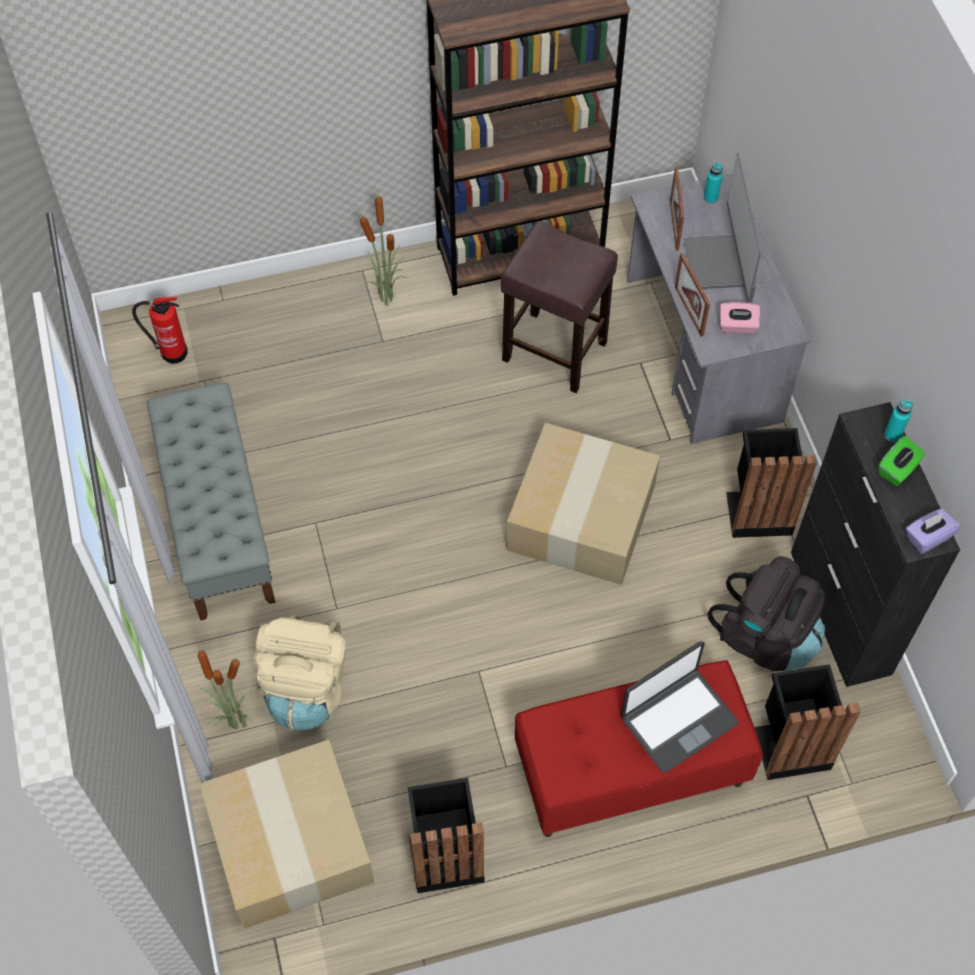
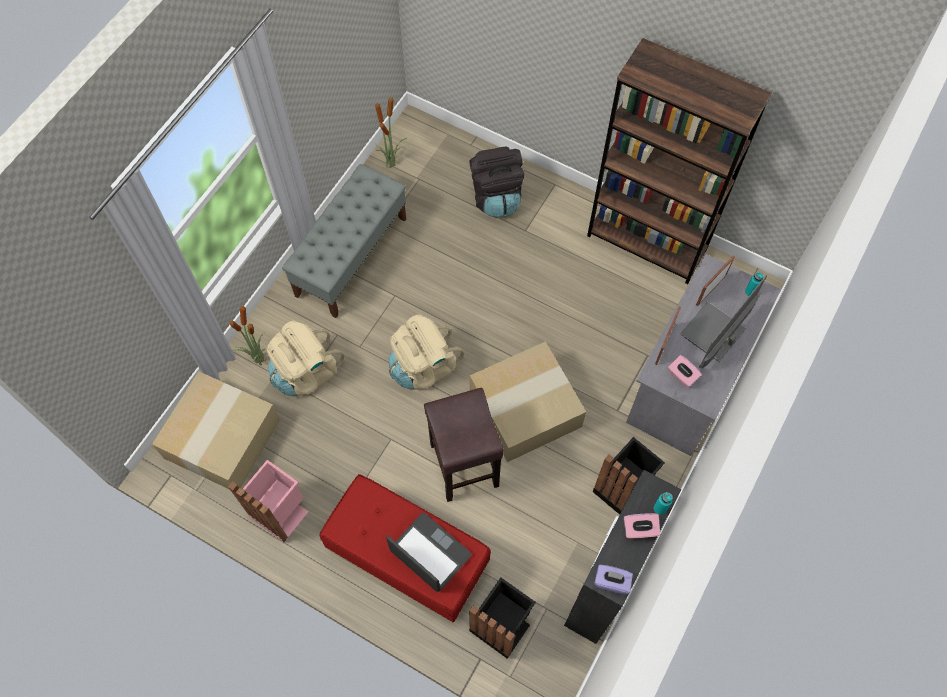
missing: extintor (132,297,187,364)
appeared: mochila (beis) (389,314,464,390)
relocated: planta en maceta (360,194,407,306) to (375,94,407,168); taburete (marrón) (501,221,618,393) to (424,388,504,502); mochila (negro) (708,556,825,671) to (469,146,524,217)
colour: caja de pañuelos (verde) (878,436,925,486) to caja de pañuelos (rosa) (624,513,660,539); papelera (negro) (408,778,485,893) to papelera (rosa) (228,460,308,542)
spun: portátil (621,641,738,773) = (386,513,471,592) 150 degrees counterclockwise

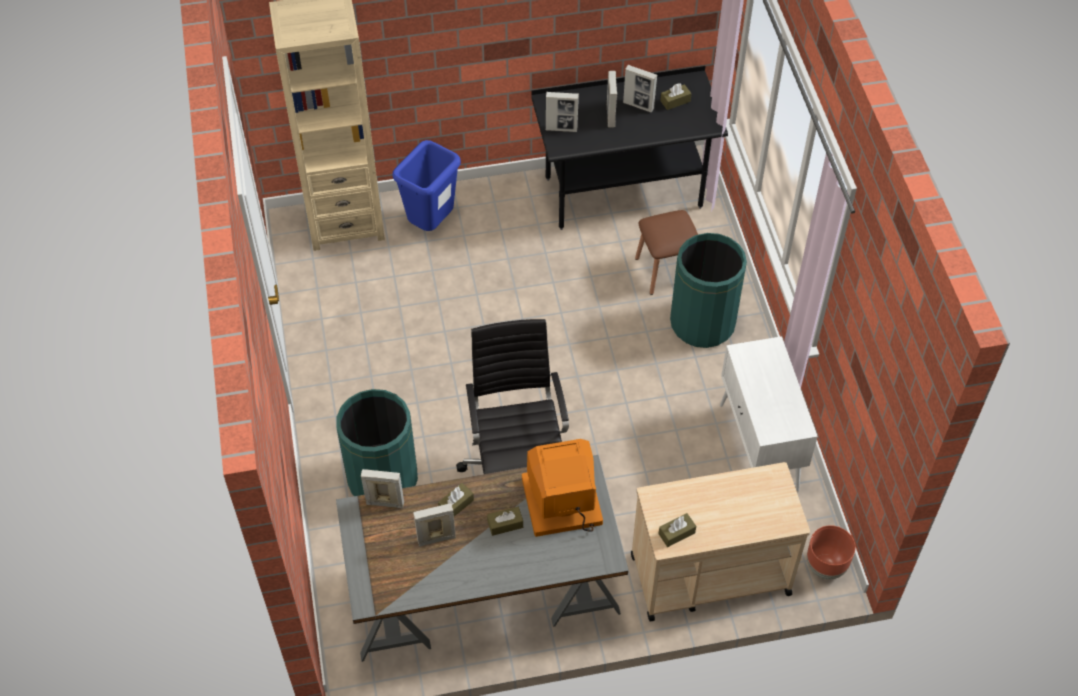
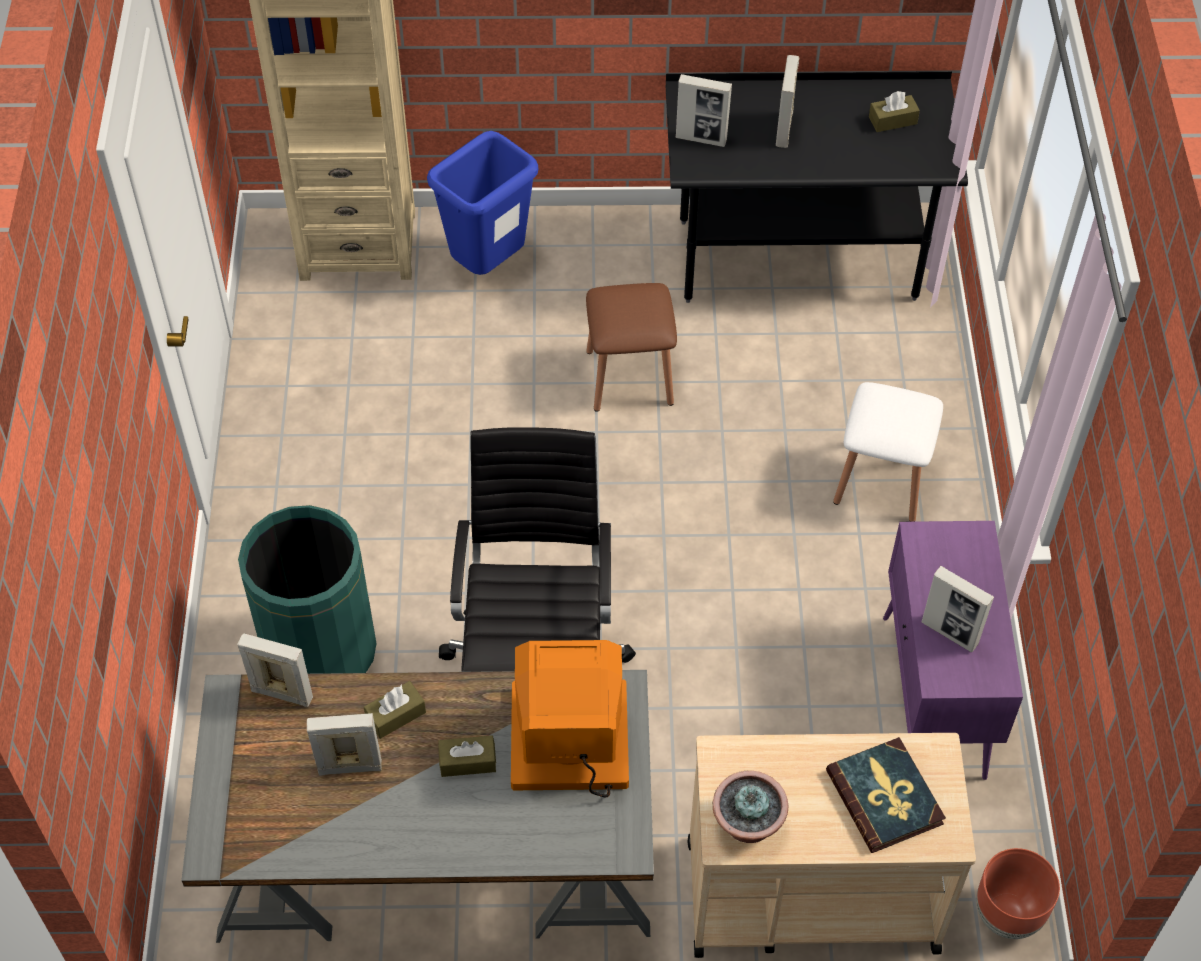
appeared: libro (826,737,946,853)
relocated: portarretratos (623,65,657,112) to (921,566,994,652); taburete (marrón) (635,210,698,295) to (586,283,677,412)
exchanged: papelera (verde) (670,233,747,348) to taburete (blanco) (833,382,943,522); caja de pañuelos (marrón) (659,513,696,547) to planta en maceta (713,771,788,843)
colour: armario (blanco) (720,336,818,491) to armario (morado) (883,521,1023,780)

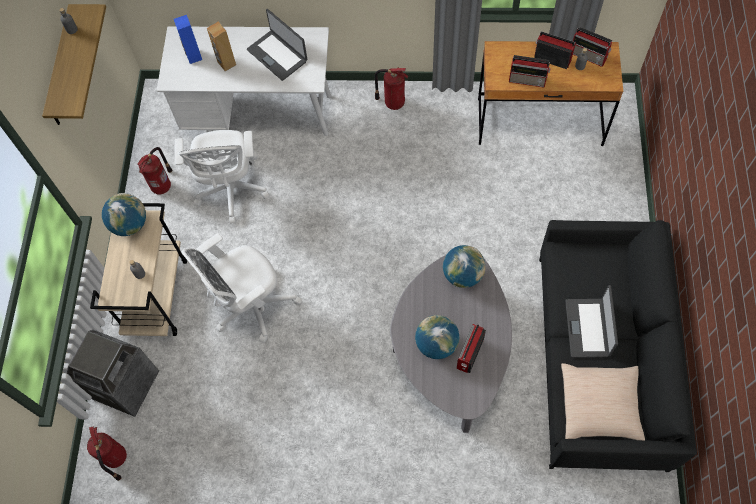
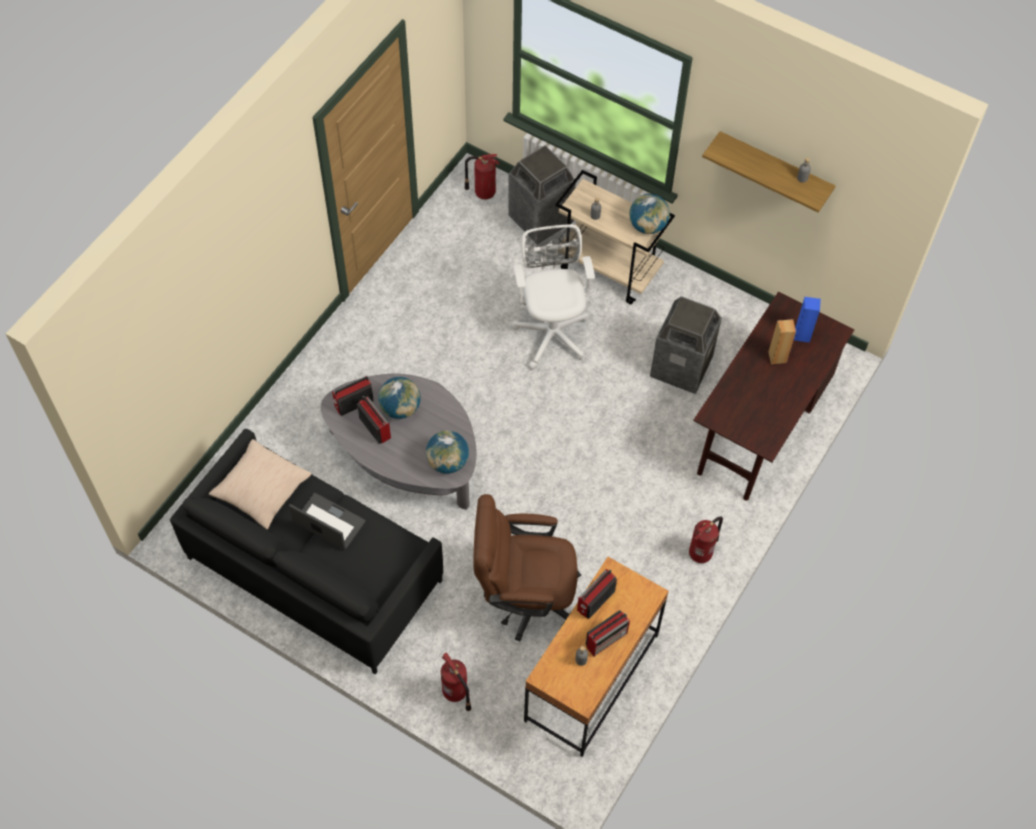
missing: portátil (247,9,308,81)
appeared: silla de oficina (marrón) (473,494,581,641)
relocated: radio (573,27,612,67) to (332,376,374,416); extintor (137,147,172,194) to (441,652,471,711)
exchanged: silla de oficina (blanco) (175,130,270,224) to papelera (650,296,722,394)
colour: escritorio (blanco) (157,26,331,136) to escritorio (marrón) (693,292,855,501)

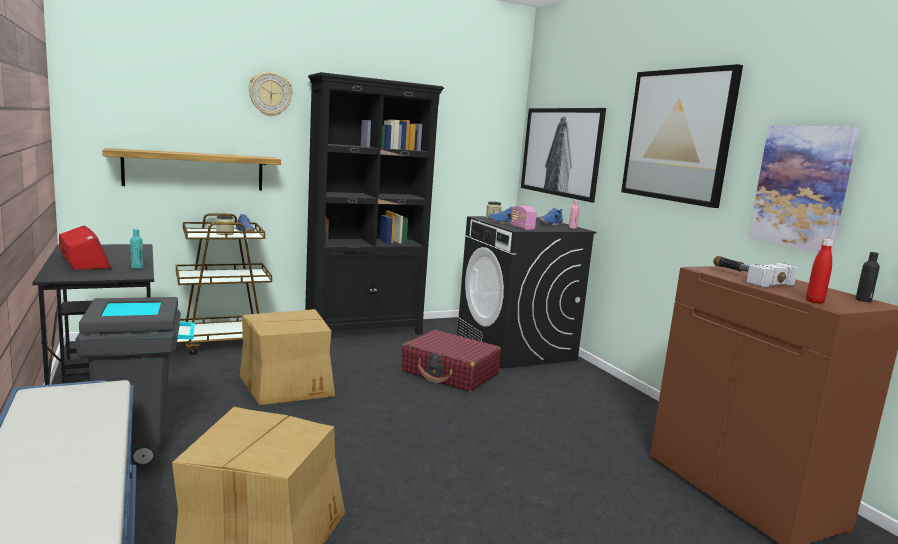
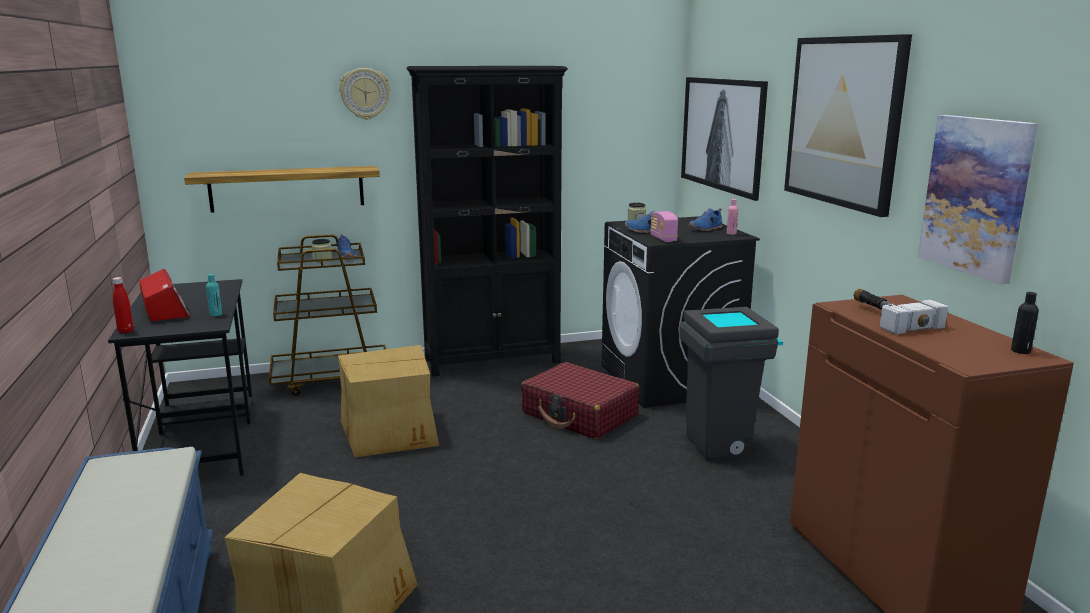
relocated: botella (rojo) (806,239,834,304) to (112,277,134,333); papelera (gris) (75,297,195,466) to (679,307,783,460)

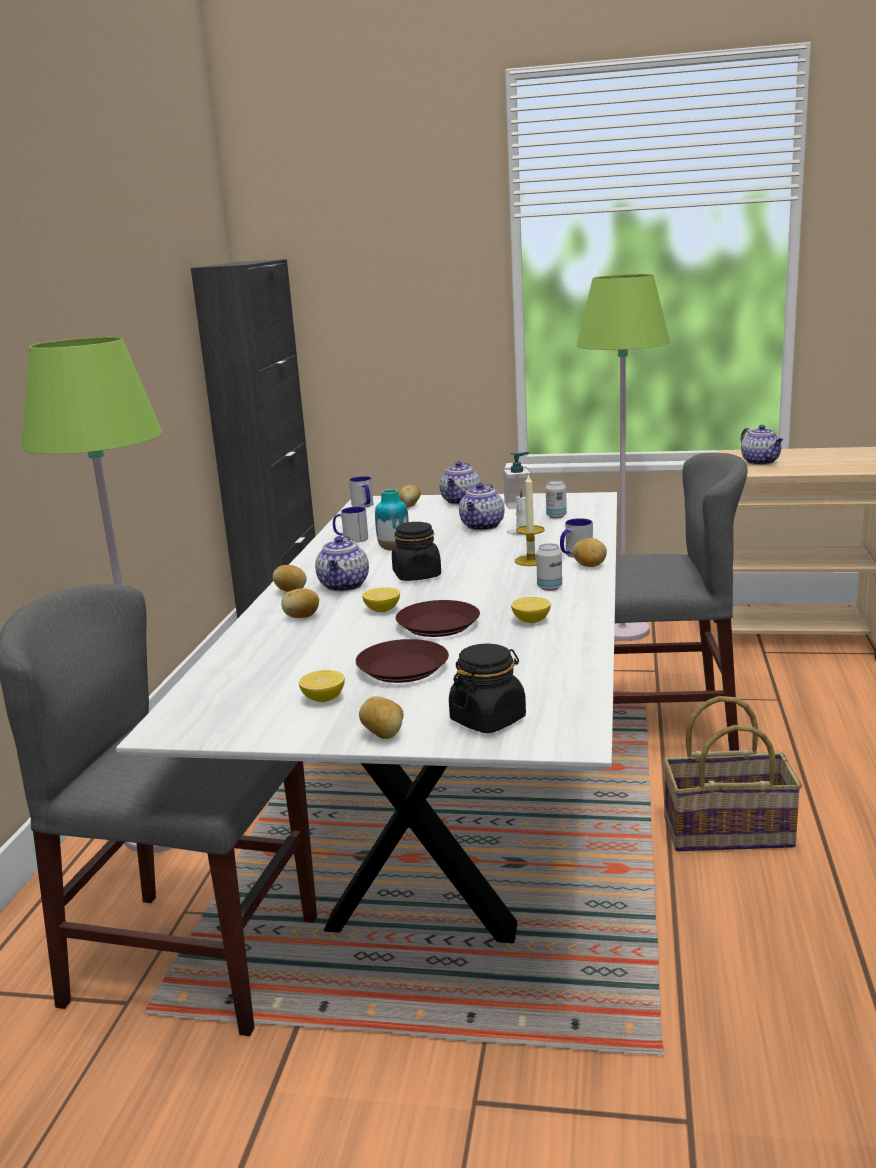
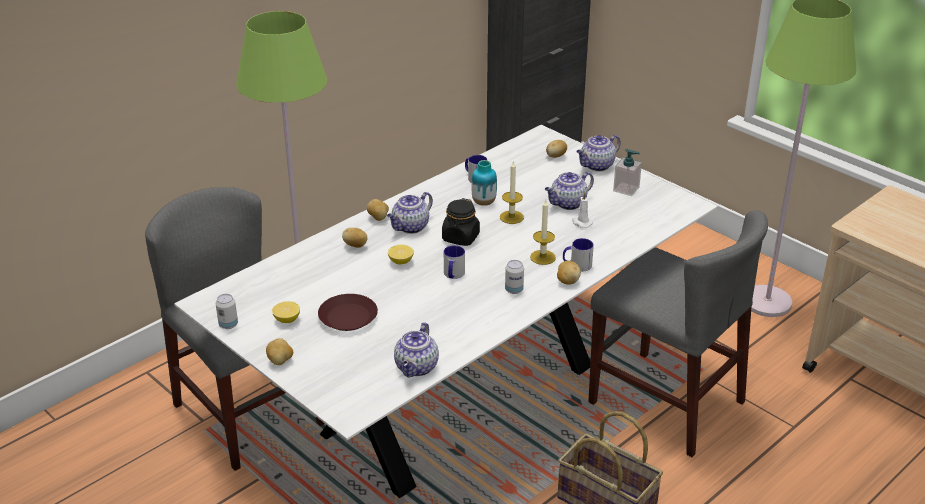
missing: limón (511,597,551,623); plato (marrón) (396,600,480,637); tarro (negro) (449,643,526,733)
appeared: vela (500,160,524,224)
relocated: tetera (741,425,783,465) to (394,322,439,377); taza grande (349,476,373,508) to (444,245,465,279); lata (546,480,567,519) to (216,294,238,329)

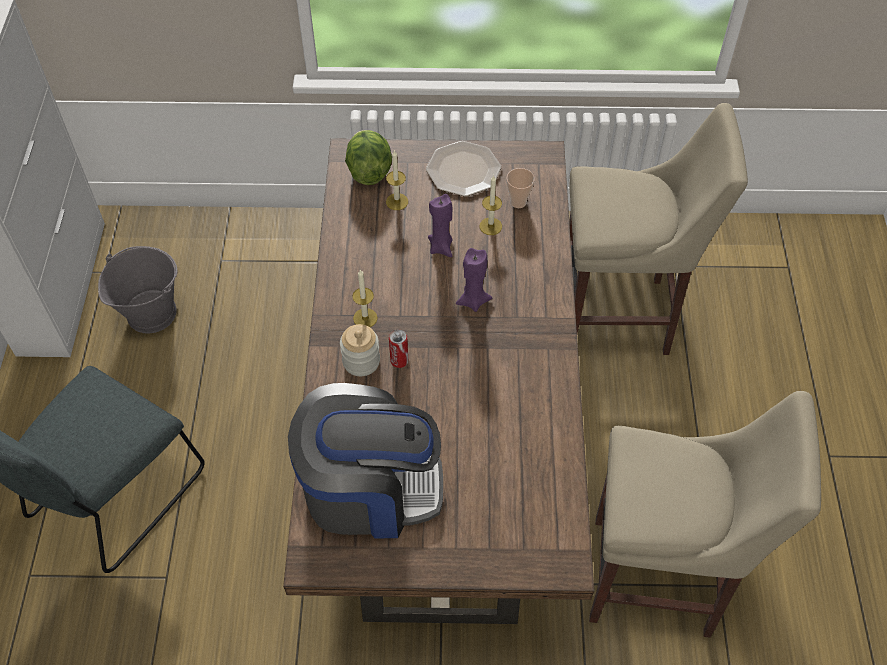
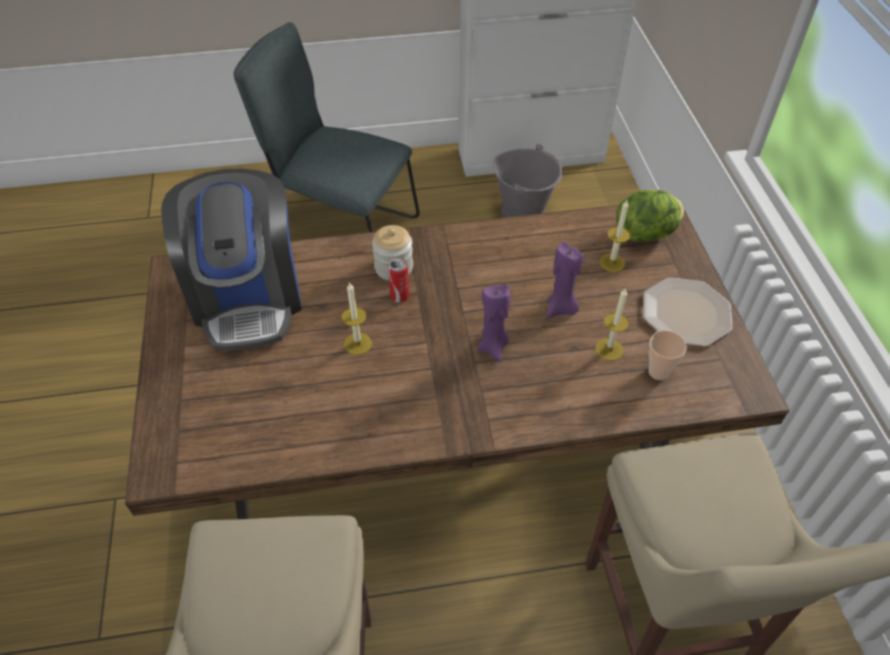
relocated: vela (352,270,378,327) to (342,282,372,355)

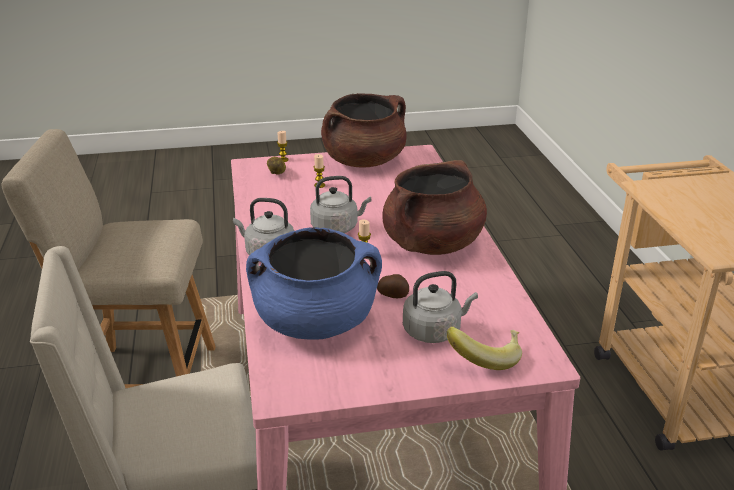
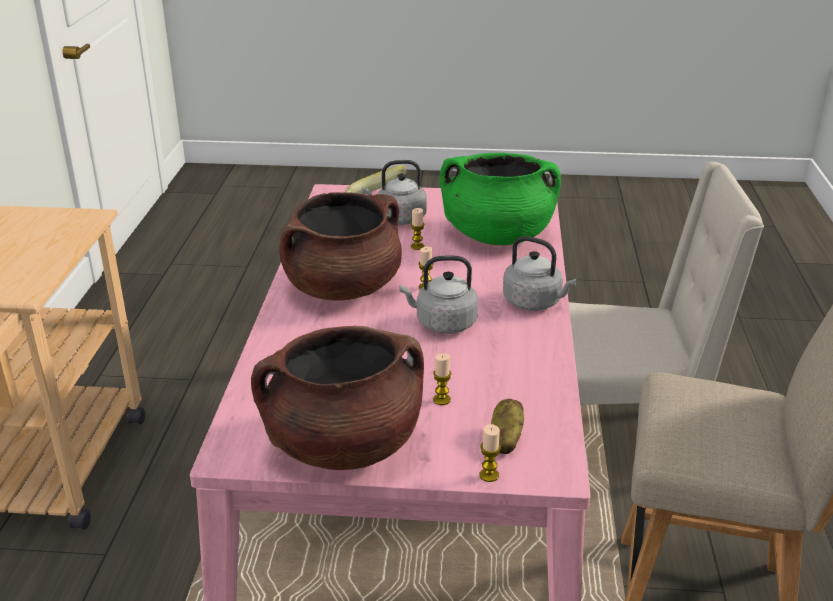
exchanged: patata (377,274,409,298) to vela (411,208,424,250)
colour: olla (azul) (246,227,382,340) to olla (verde) (440,153,561,245)

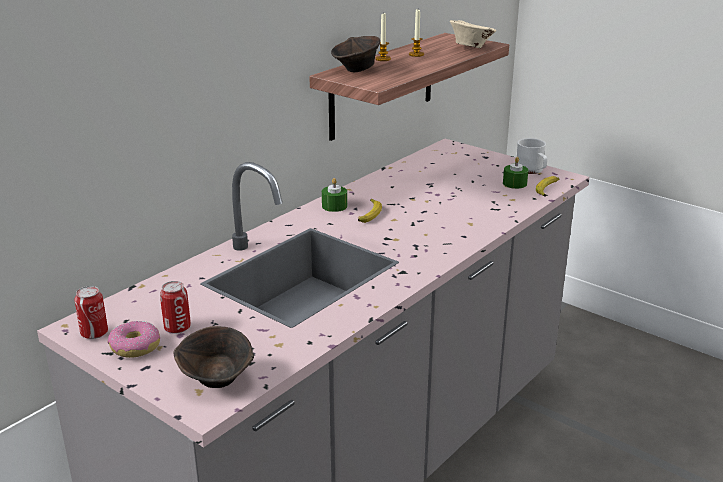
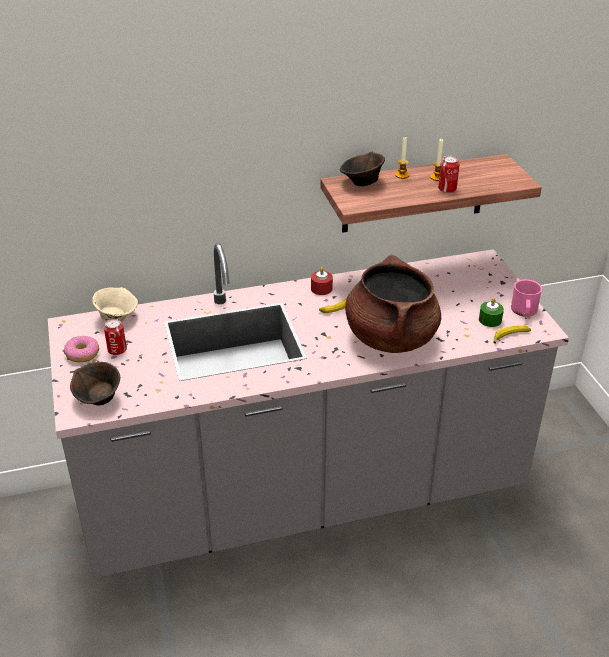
appeared: olla (marrón) (345,254,441,353)
relocated: cuenco (beis) (450,20,496,48) to (92,287,138,322); lata (74,286,108,339) to (438,156,459,193)
colour: taza grande (blanco) (517,138,547,174) to taza grande (rosa) (511,279,542,317); vela (verde) (322,178,347,212) to vela (rojo) (311,267,333,295)

